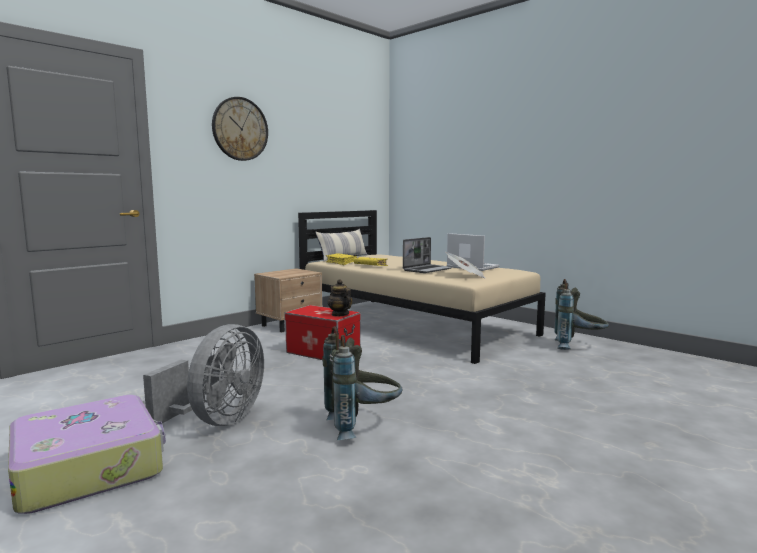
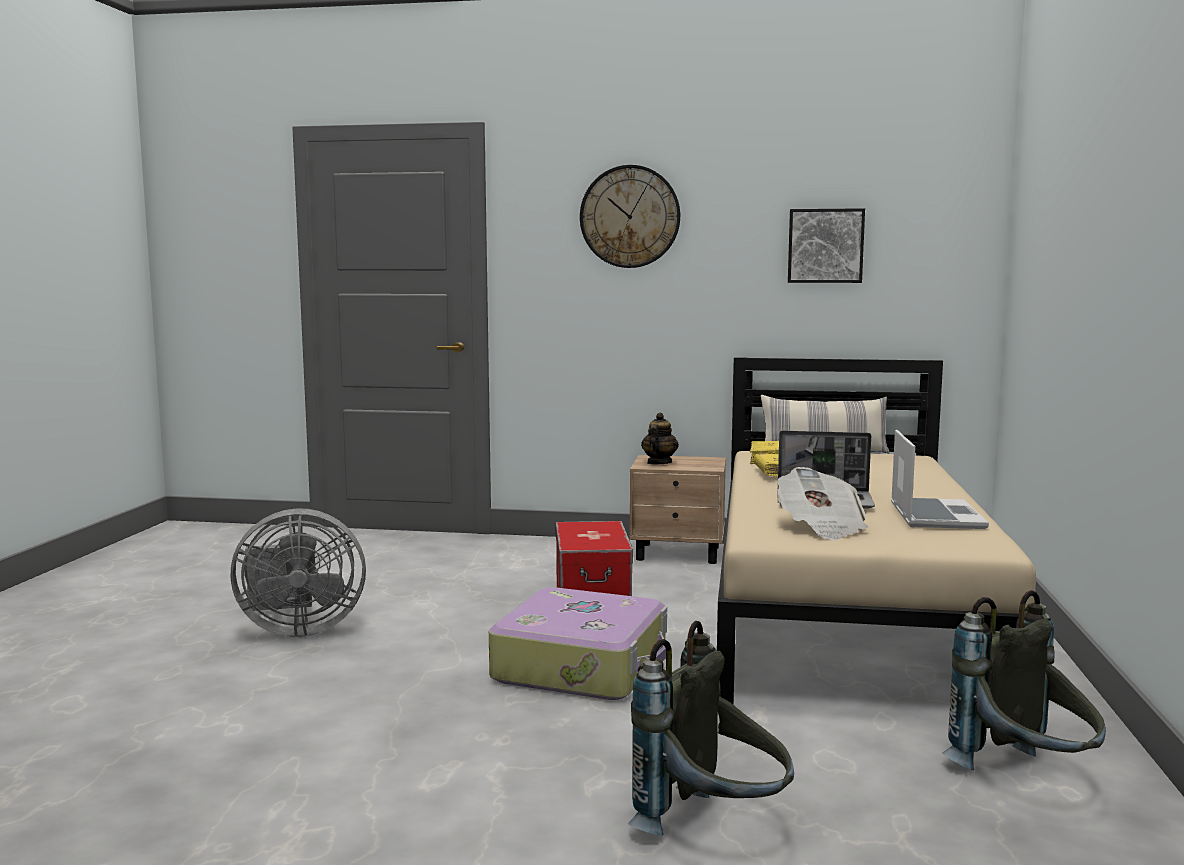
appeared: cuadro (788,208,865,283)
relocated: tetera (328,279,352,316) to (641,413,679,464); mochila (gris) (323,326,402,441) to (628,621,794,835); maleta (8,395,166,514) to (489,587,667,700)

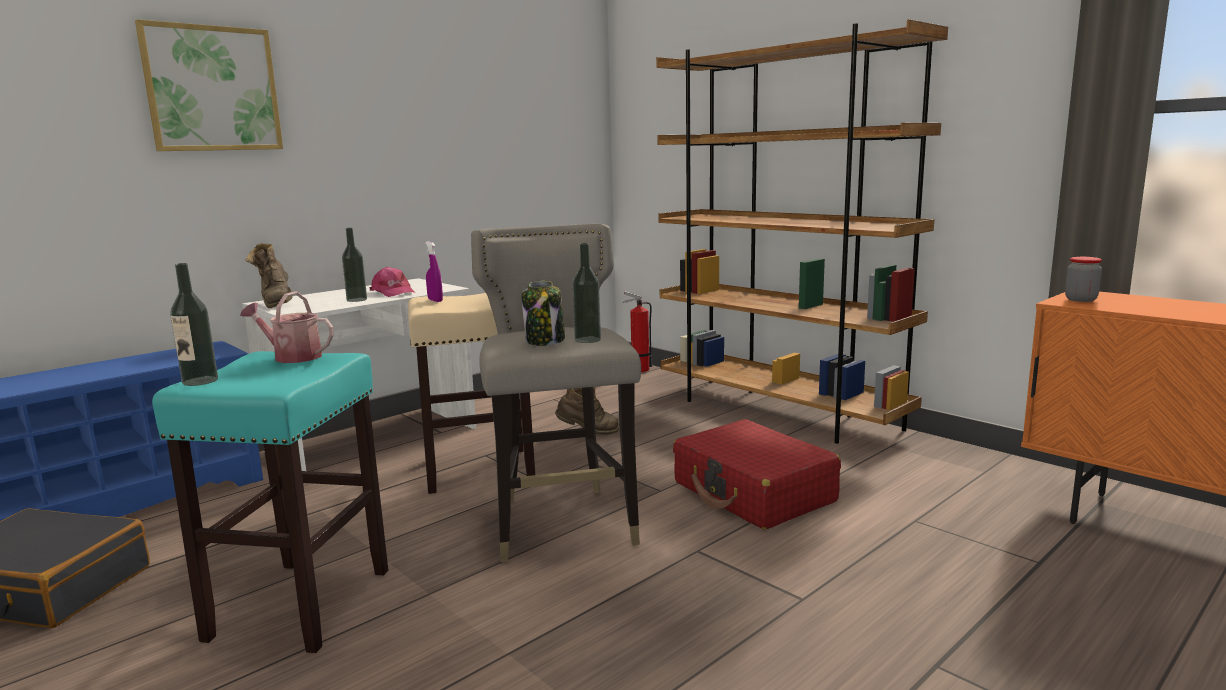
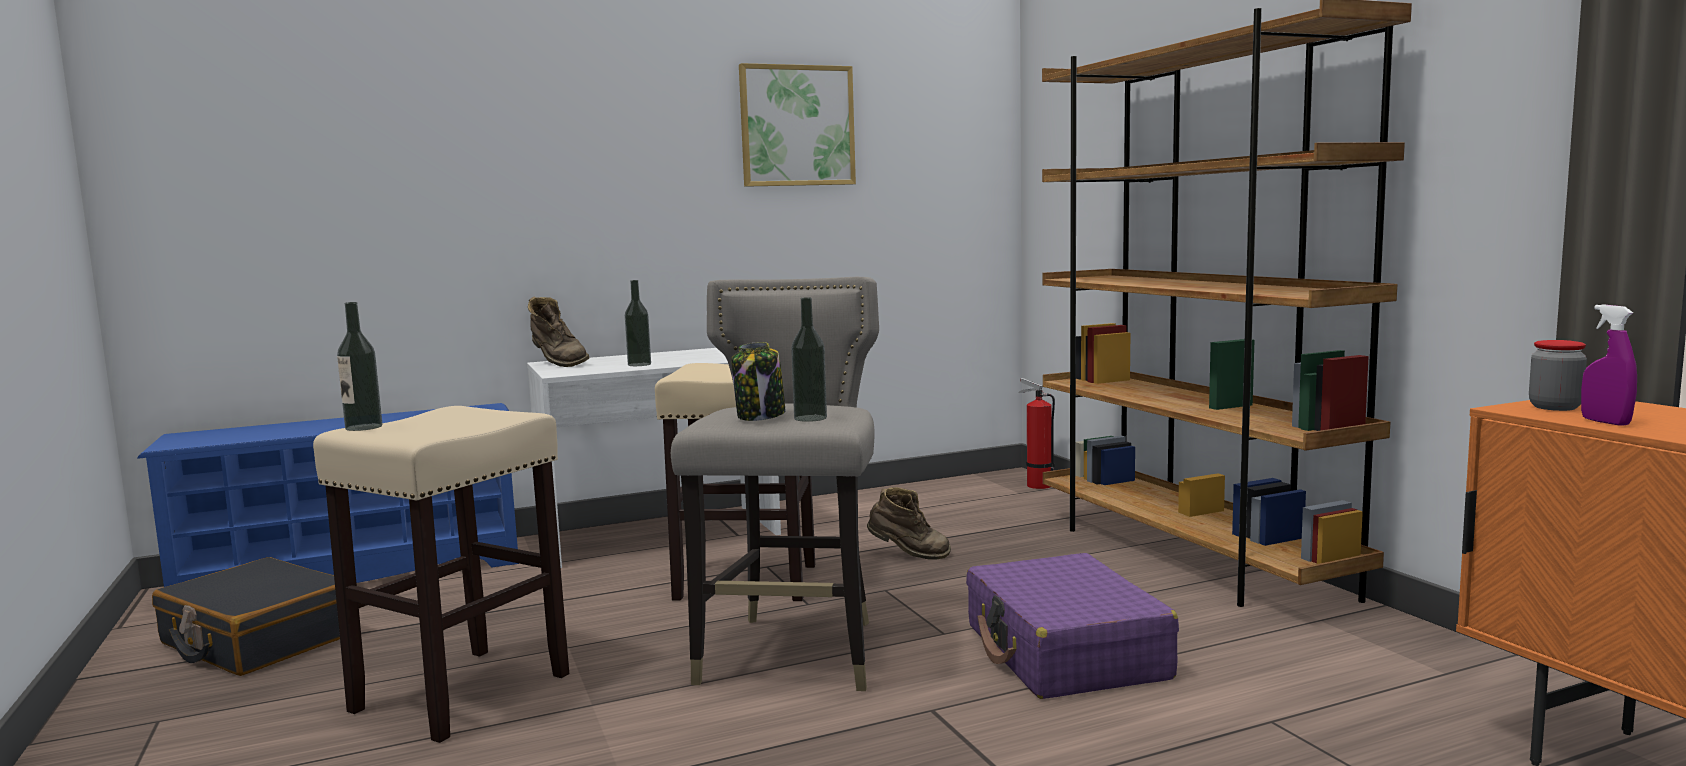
missing: gorra (rosa) (369,267,415,297); regadera (240,291,334,363)
relocated: cuadro (135,19,283,151) to (739,63,856,187); pulverizador (morado) (425,241,443,302) to (1581,304,1637,426)
colour: taburete (turquesa) (152,351,388,653) to taburete (beis) (313,406,569,743); maleta (rojo) (673,419,841,530) to maleta (morado) (966,553,1179,699)
spun: bota (marrón) (245,243,293,308) = (528,297,590,367) 45 degrees counterclockwise

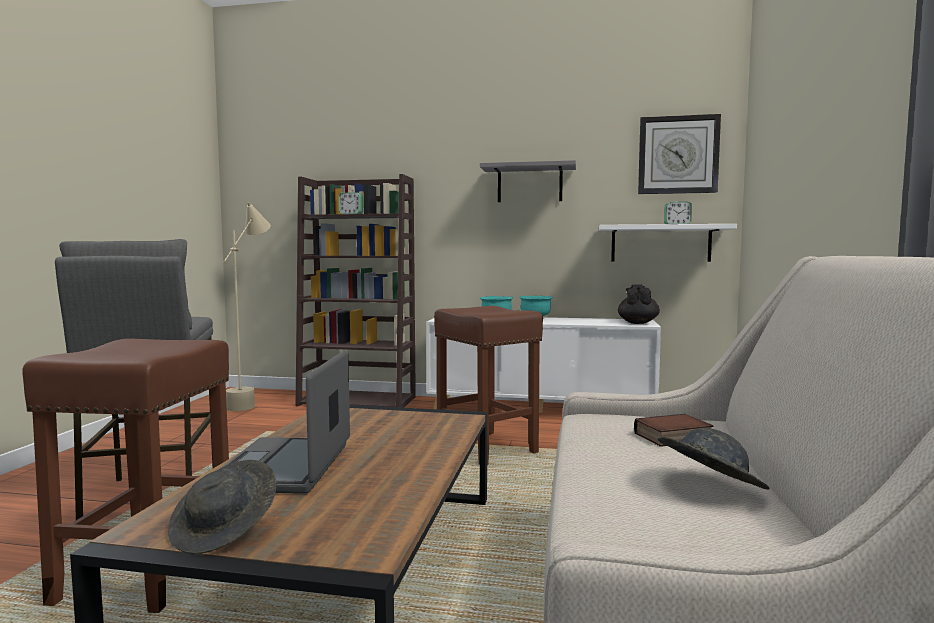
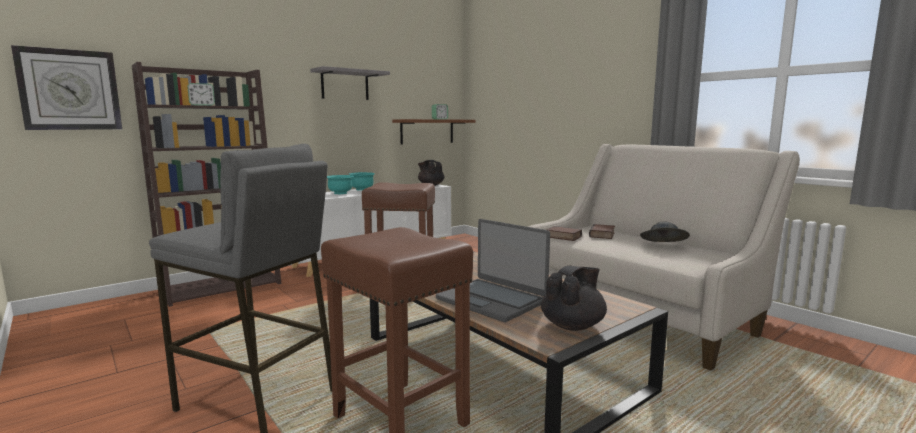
missing: lámpara de pie (beis) (224,202,271,411)
appeared: libro (546,226,582,241)
relocated: reloj de pared (638,114,721,194) to (11,45,122,130)
exchanged: sombrero (gris) (168,460,277,554) to tetera (negro) (541,266,607,331)
colour: estante (blanco) (599,224,737,262) to estante (marrón) (392,119,475,144)

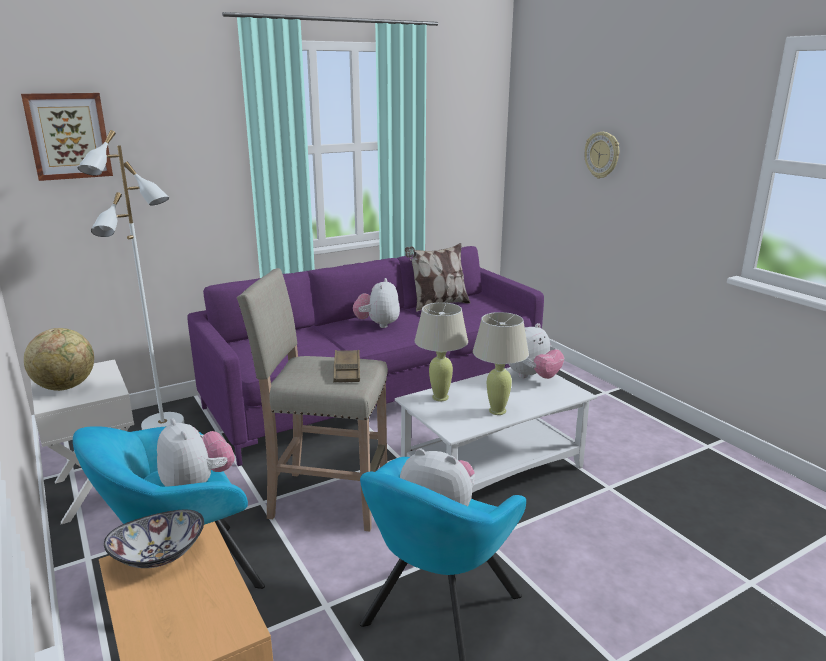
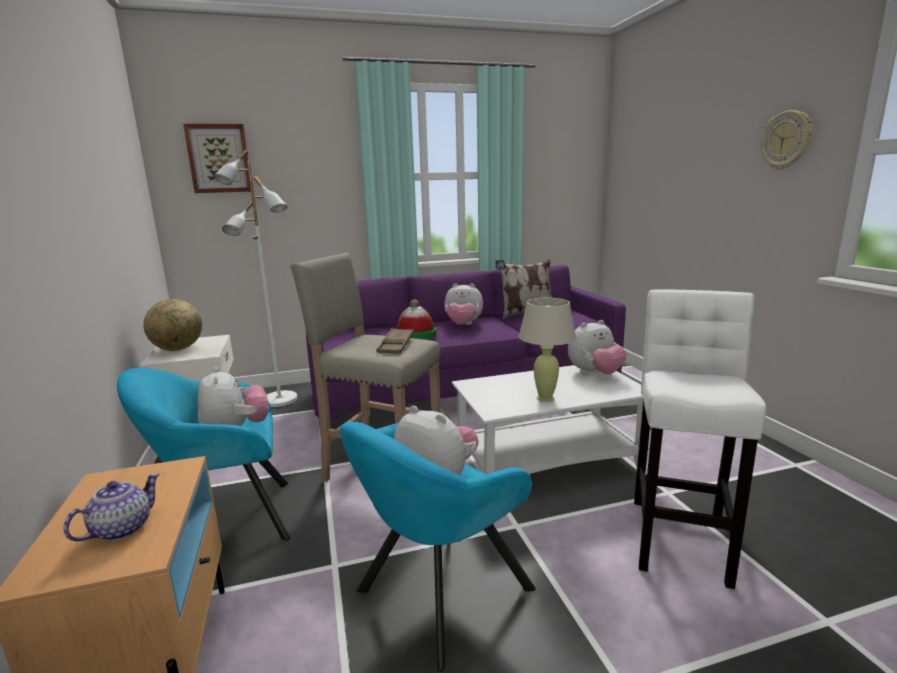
missing: lámpara de mesa (beis) (415,302,468,401); cuenco (104,510,204,568)
appeared: taburete (blanco) (634,290,766,589); sombrero (396,300,436,340); tetera (63,473,160,541)
relocated: reloj de pared (585,132,619,178) to (761,110,813,170)
spun: peluche (353,278,400,328) = (444,283,483,325) 105 degrees counterclockwise

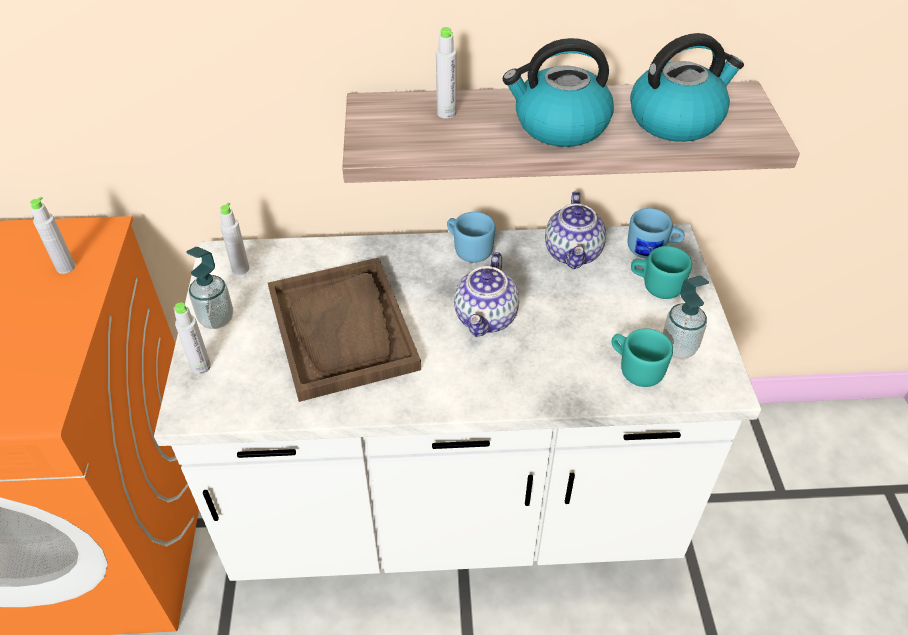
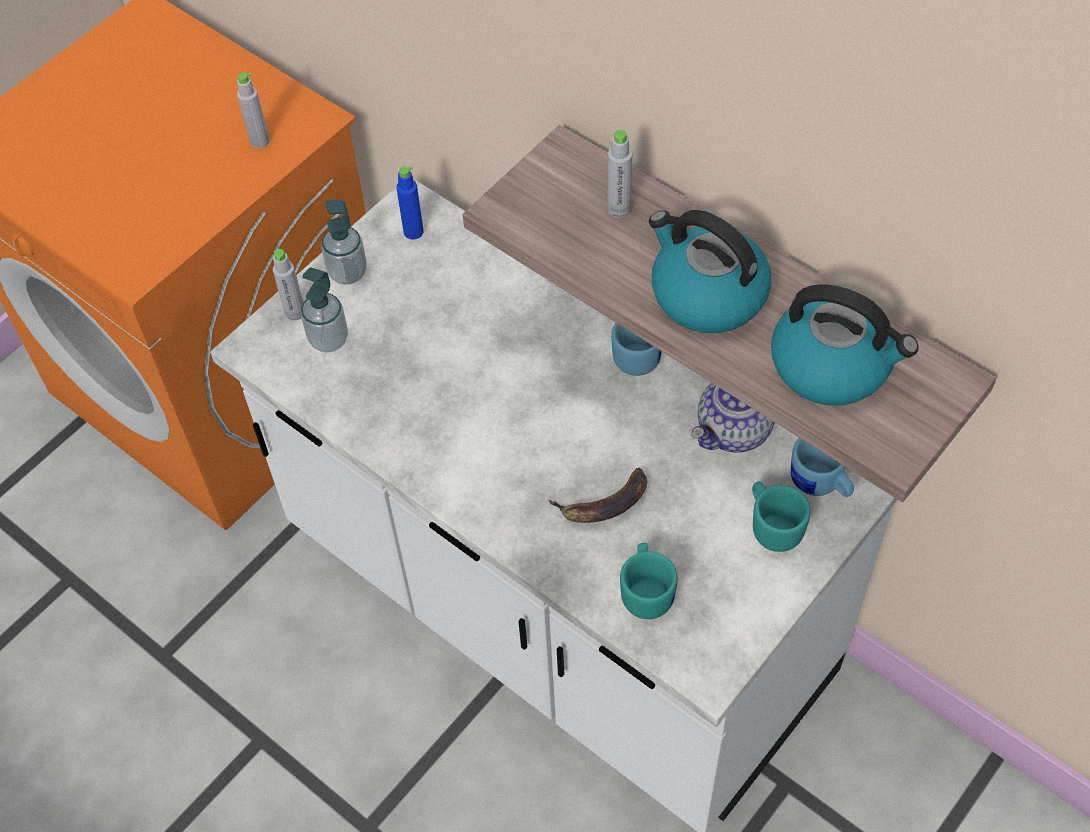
missing: tetera (454,252,519,337); bandeja (marrón) (268,258,421,402)
appeared: plátano (548,468,647,523)
relocated: dispensador de jabón (663,276,709,359) to (301,267,348,352)
colour: botella (gris) (220,203,249,275) to botella (azul) (396,166,424,240)

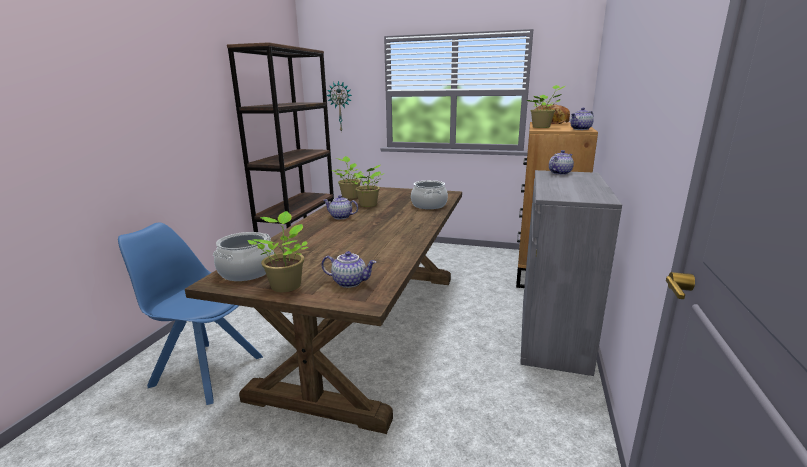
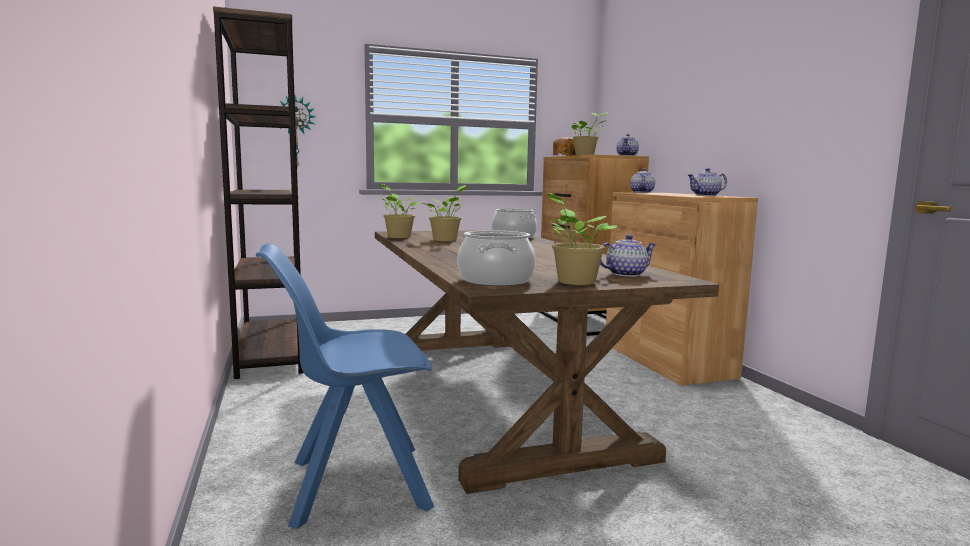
relocated: tetera (324,195,358,219) to (688,168,727,196)
colour: armario (gris) (520,170,622,376) to armario (marrón) (606,192,758,386)

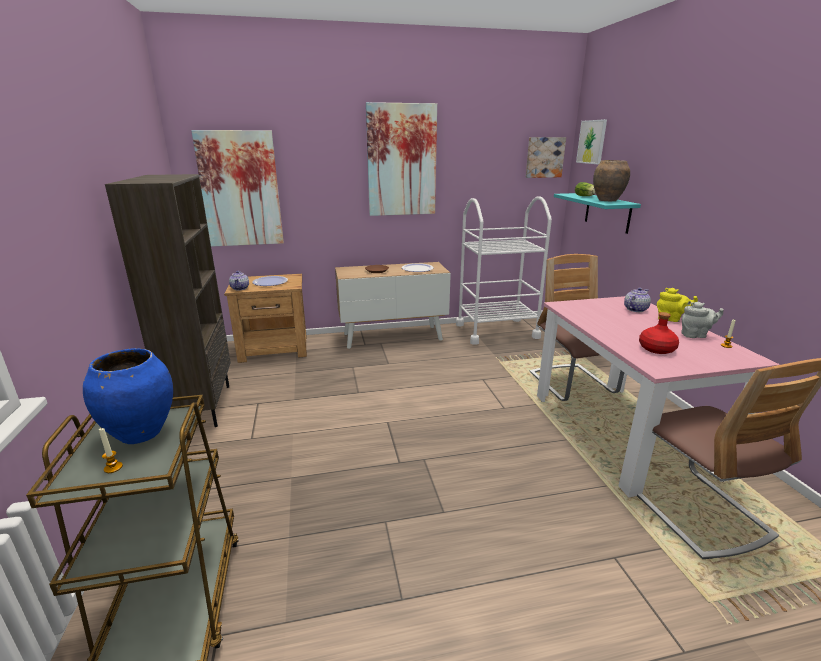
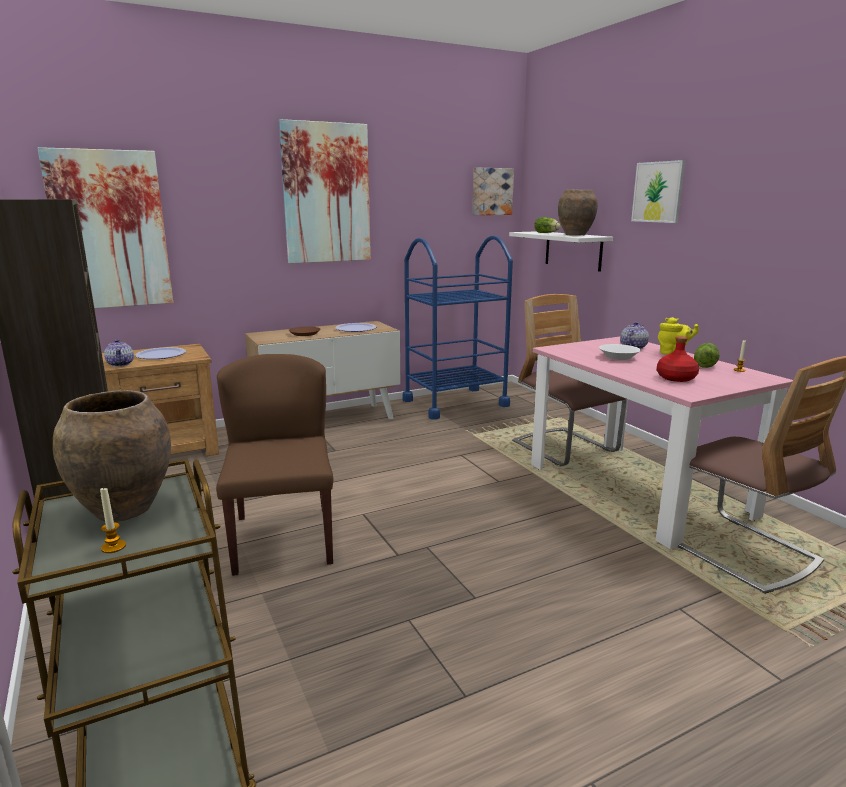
appeared: cuenco (blanco) (599,344,641,360); silla (marrón) (216,354,333,576)
relocated: cuadro (576,119,607,164) to (631,160,686,223)
exchanged: tetera (gris) (681,302,724,338) to lechuga (694,343,720,368)
colour: estante (turquesa) (554,193,641,234) to estante (blanco) (509,231,613,272); carrito (blanco) (456,196,552,345) to carrito (azul) (402,236,513,420); florero (azul) (83,348,173,444) to florero (marrón) (53,390,171,522)

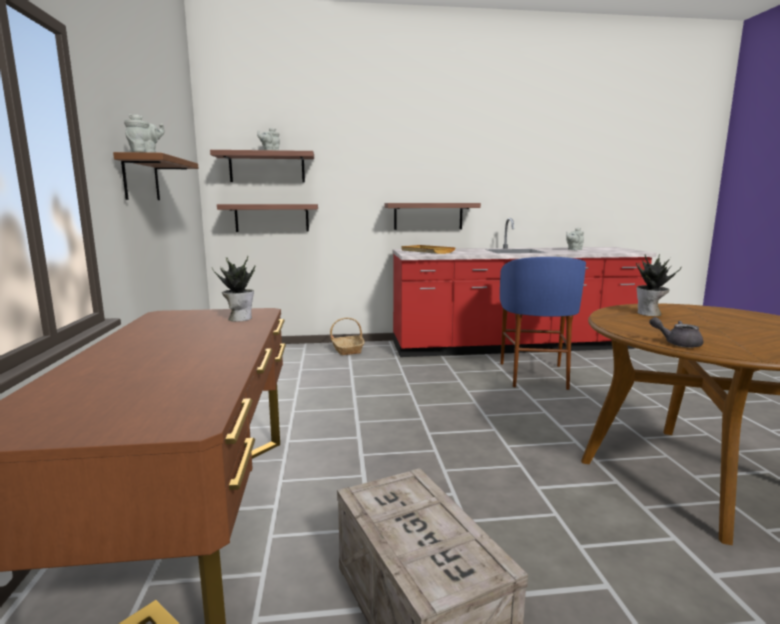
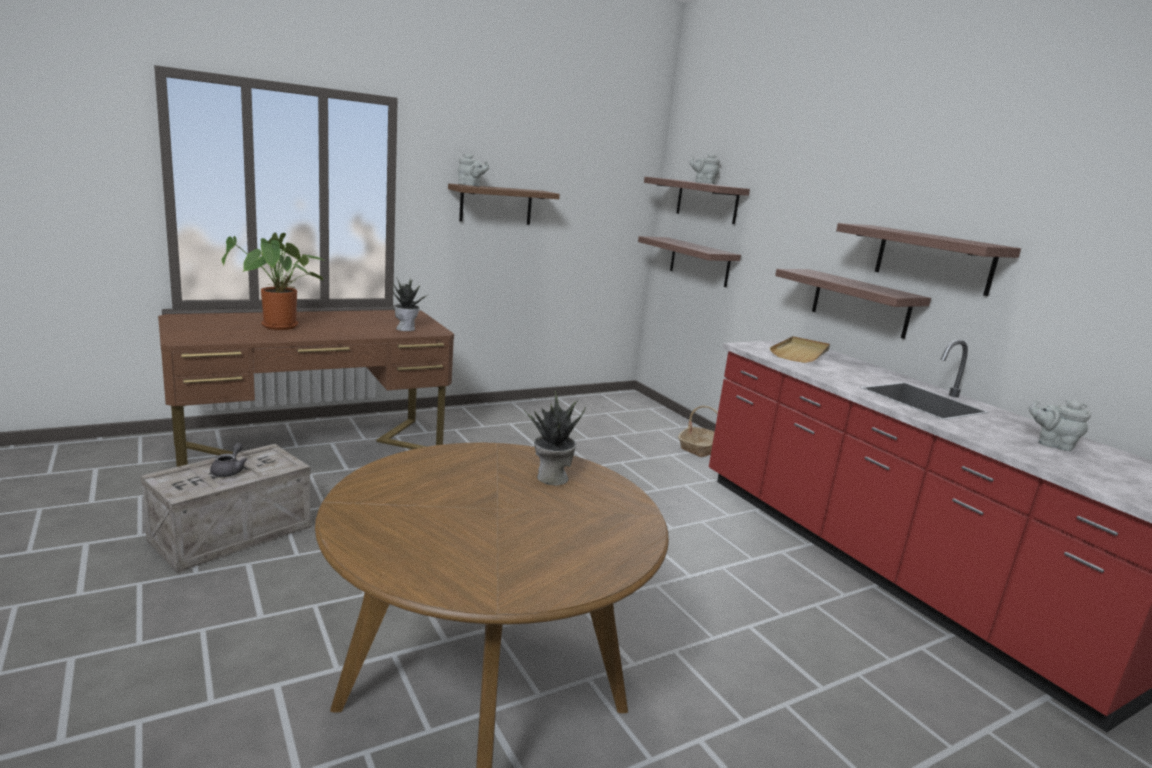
missing: taburete (azul) (500,257,586,390)
appeared: estante (836,223,1021,296); planta en maceta (222,233,325,330)
relocated: tetera (gris) (649,317,703,348) to (210,443,247,477)

